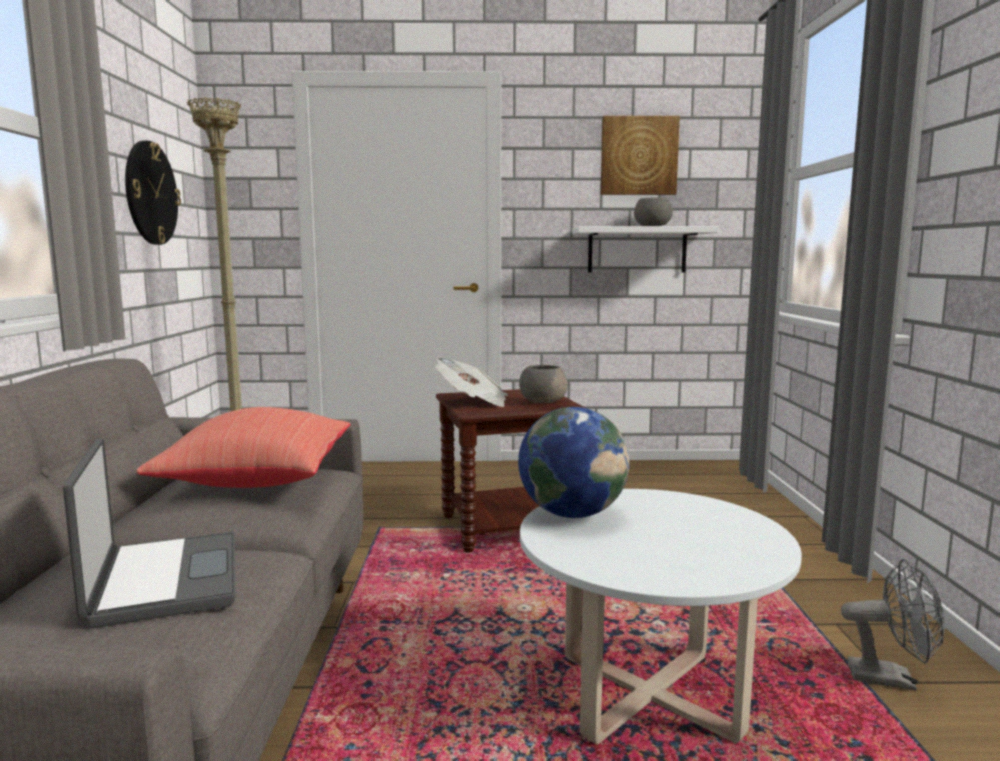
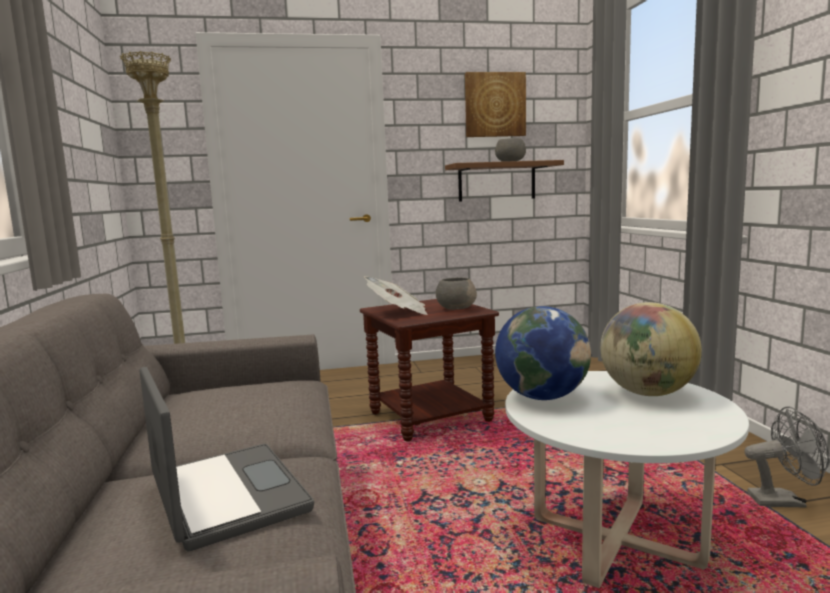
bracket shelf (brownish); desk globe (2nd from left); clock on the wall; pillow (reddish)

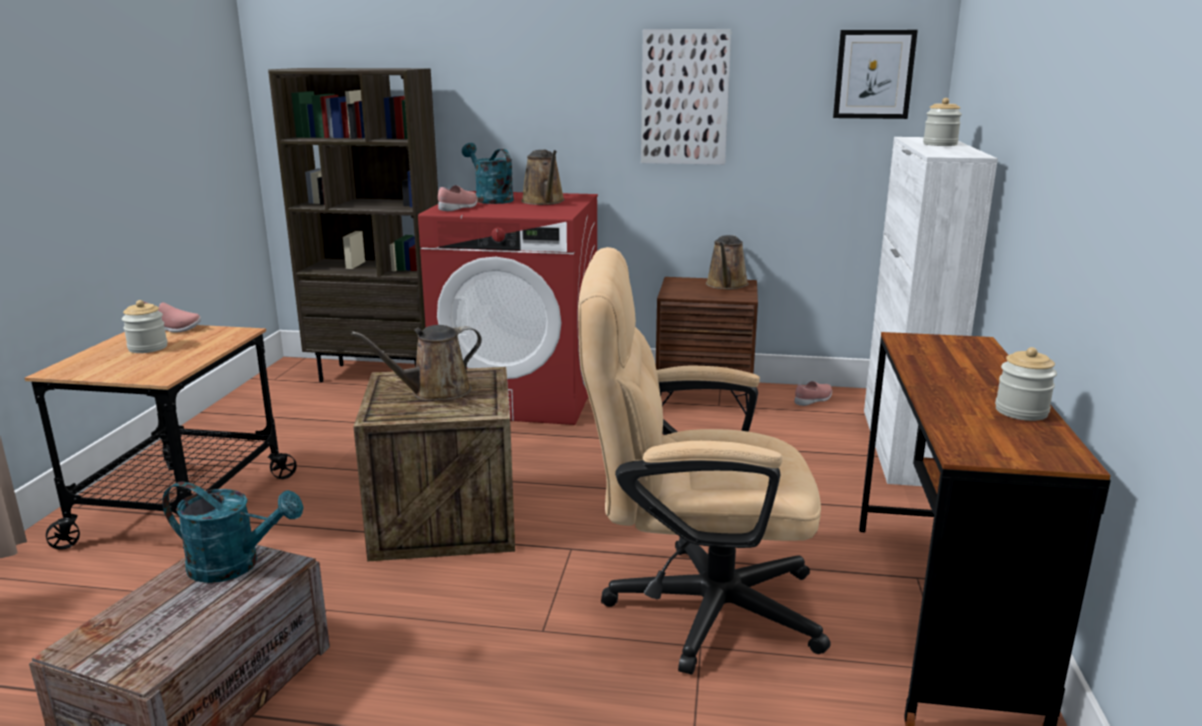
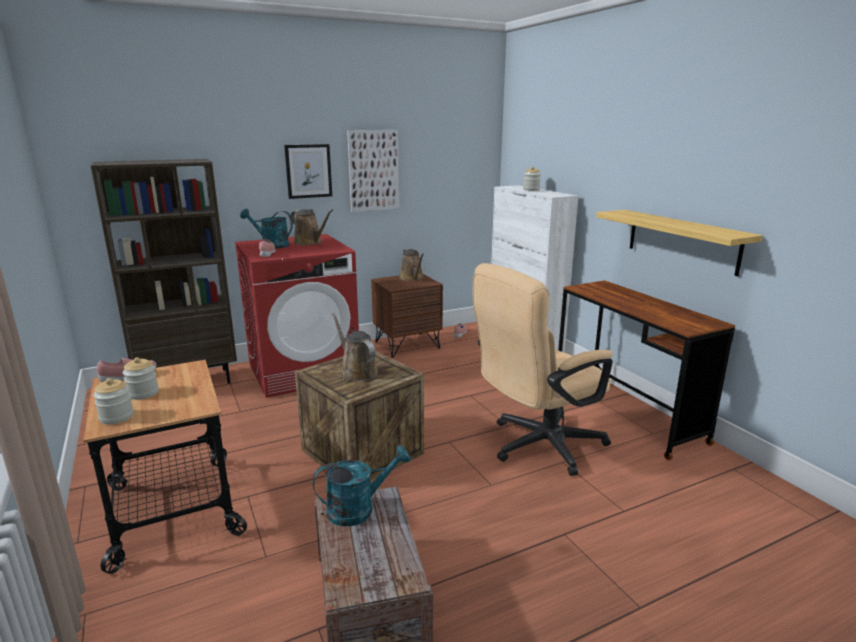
preserve jar (1st from left); wall art (1st from left); sprinkling can (brownish) (2nd from left); bracket shelf

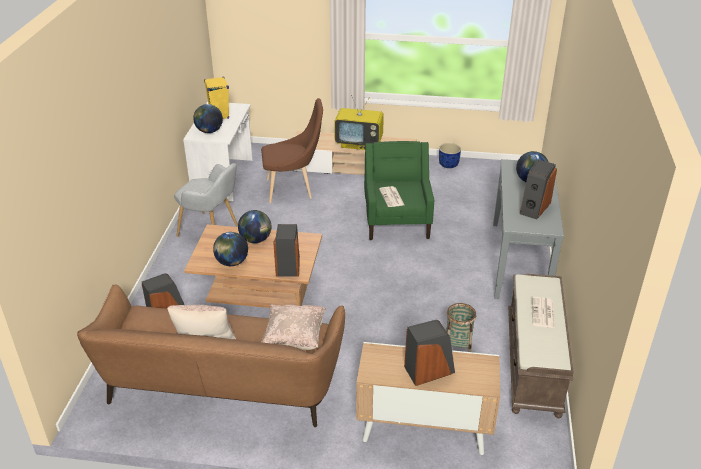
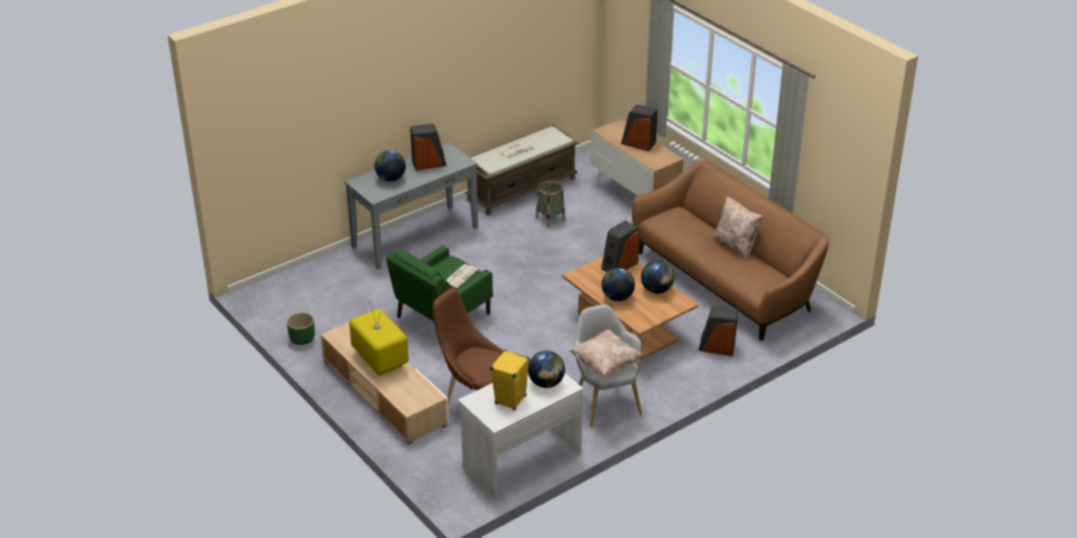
flower pot (green); pillow (beige-coloured) (1st from left)

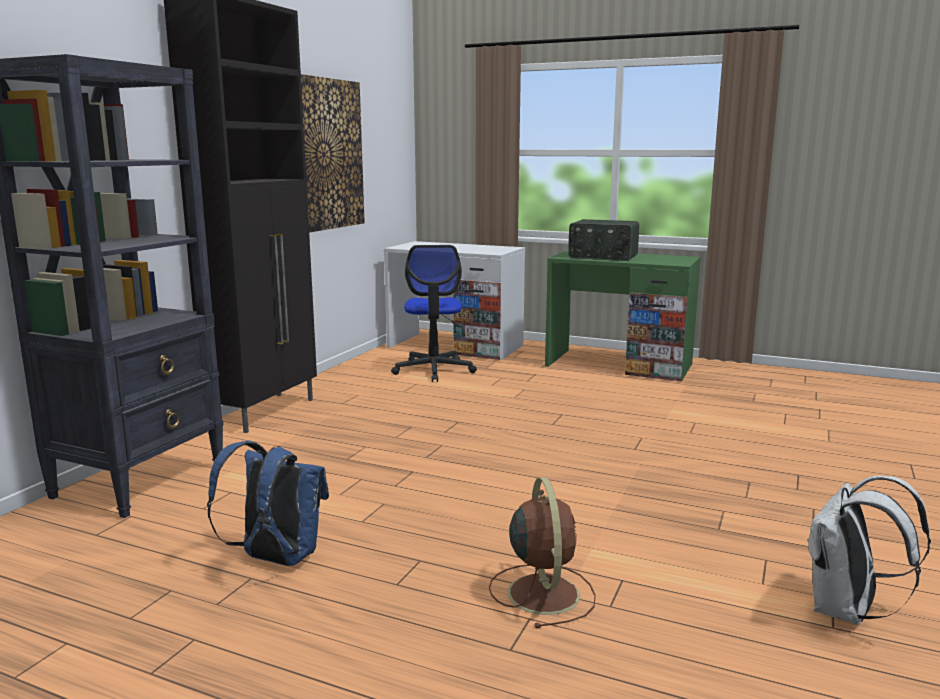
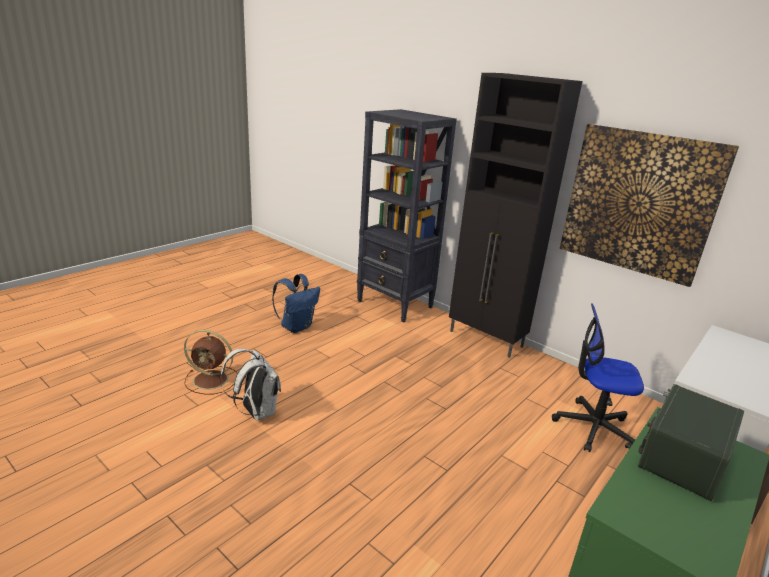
knapsack (white-coloured)

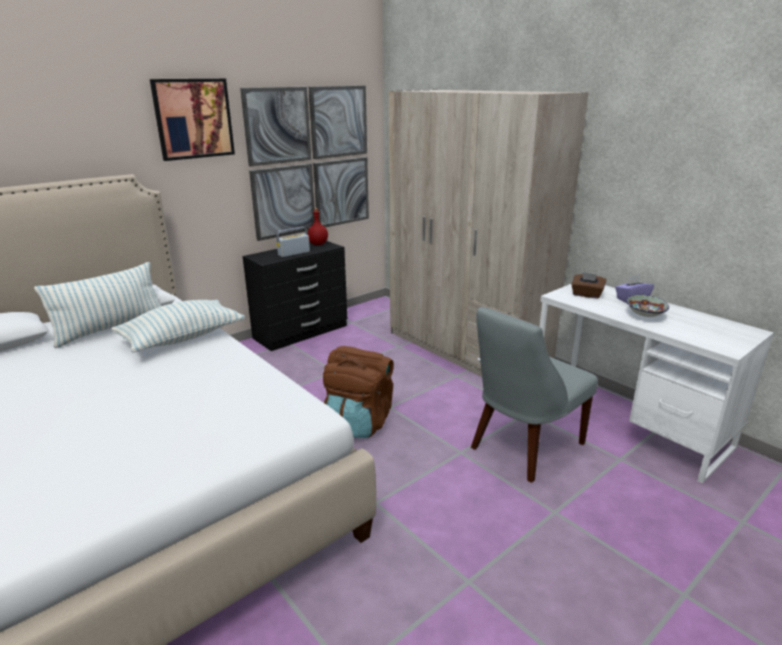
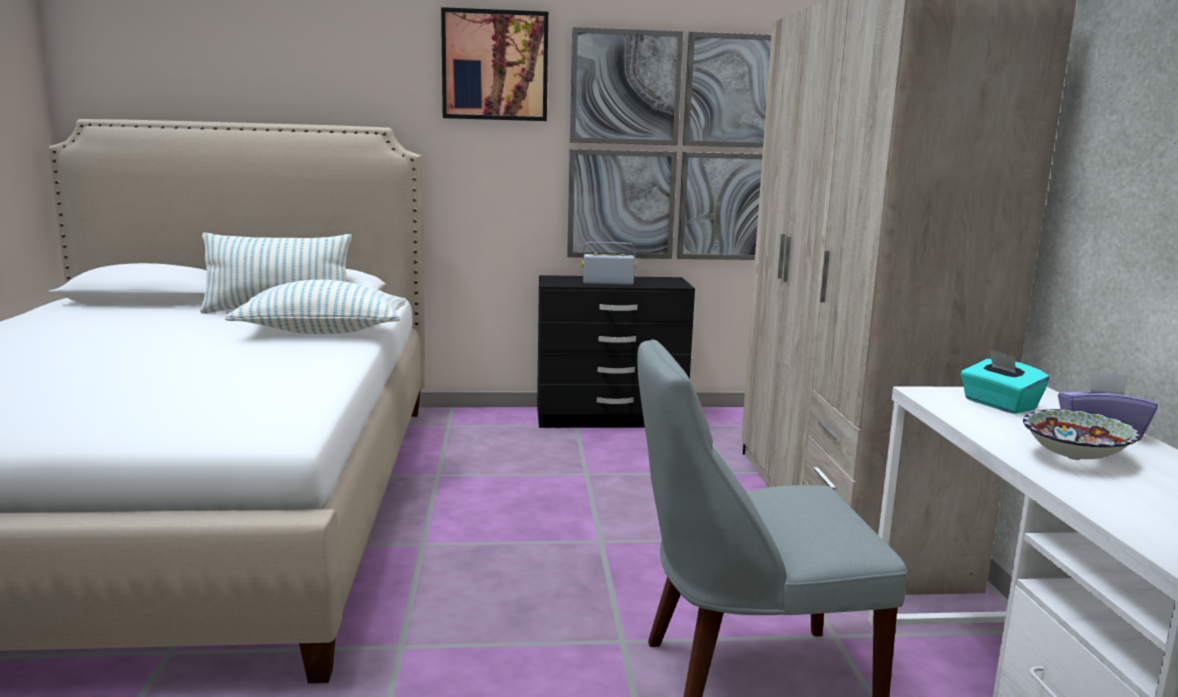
tissue holder (turquoise-coloured); drink bottle (reddish); knapsack (brownish)

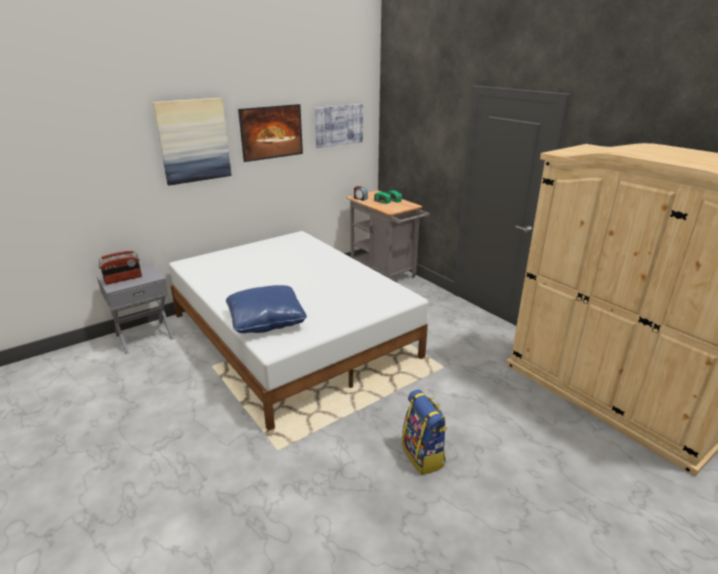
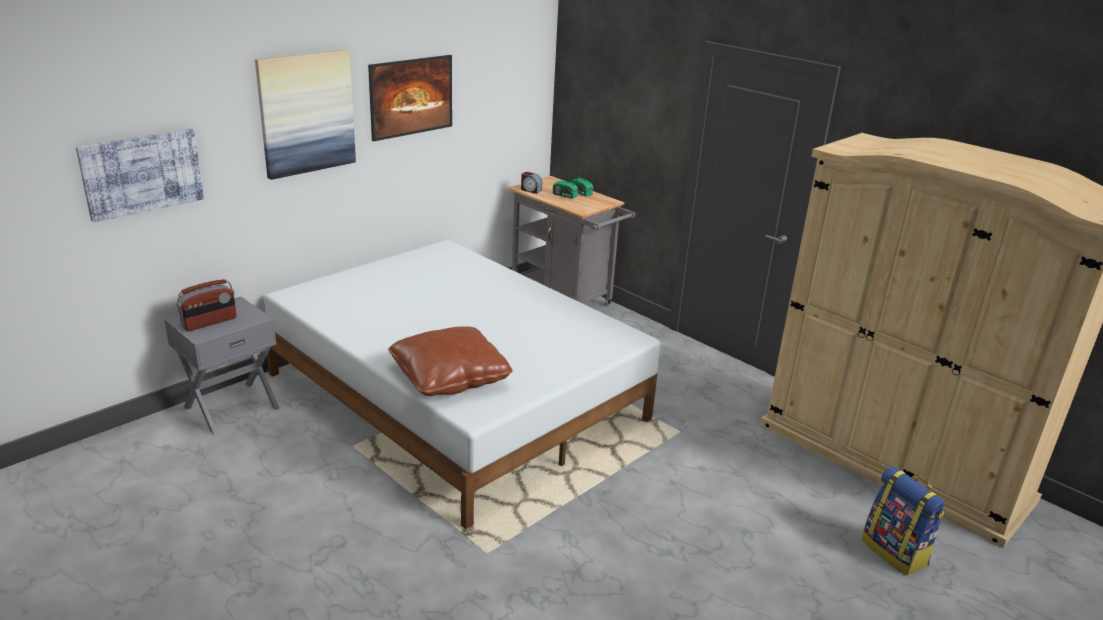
wall art (1st from left); pillow (brownish); knapsack

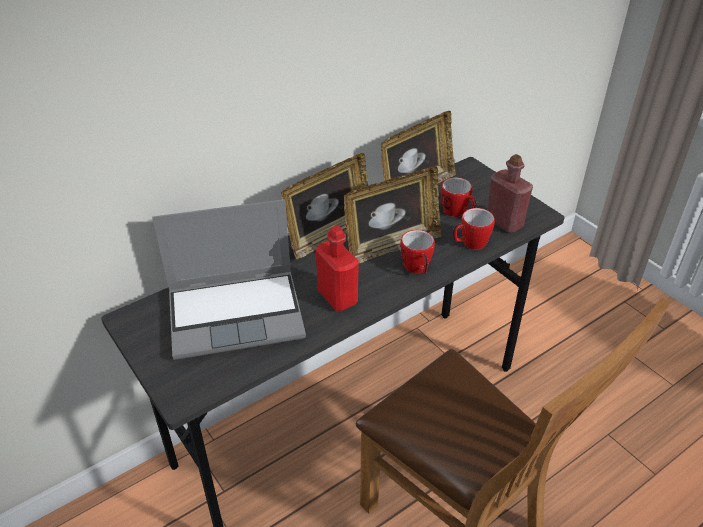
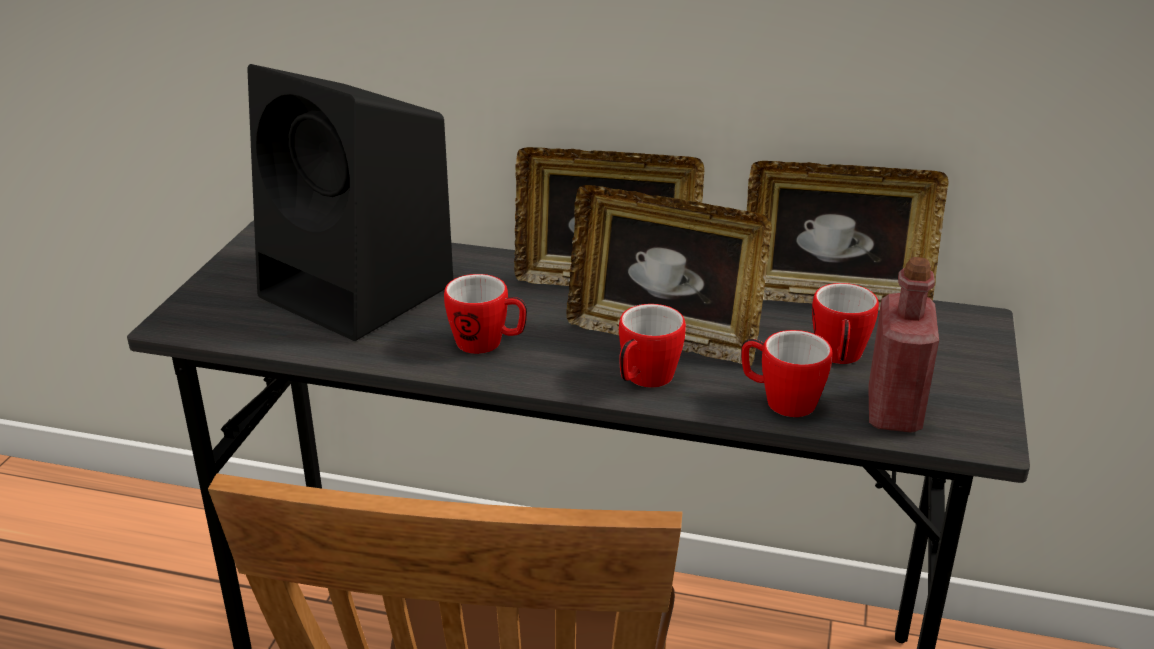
loudspeaker (black-coloured); mug (1st from left)

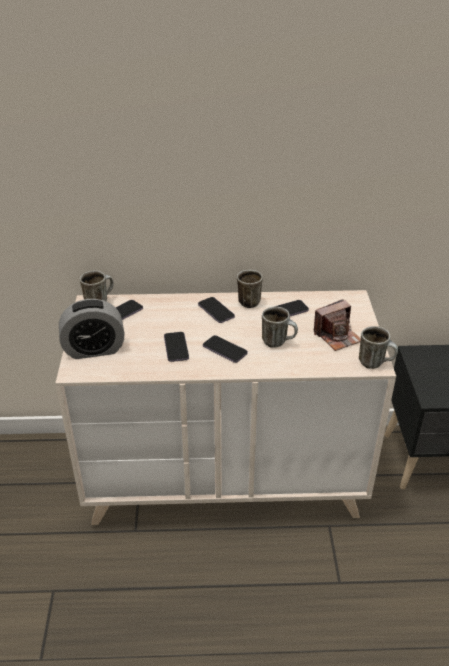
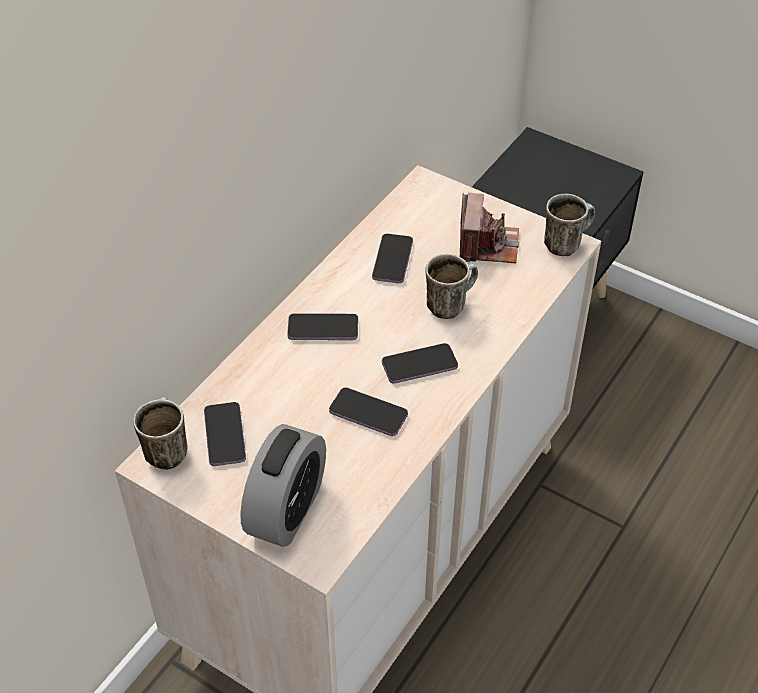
mug (2nd from left in the first image)

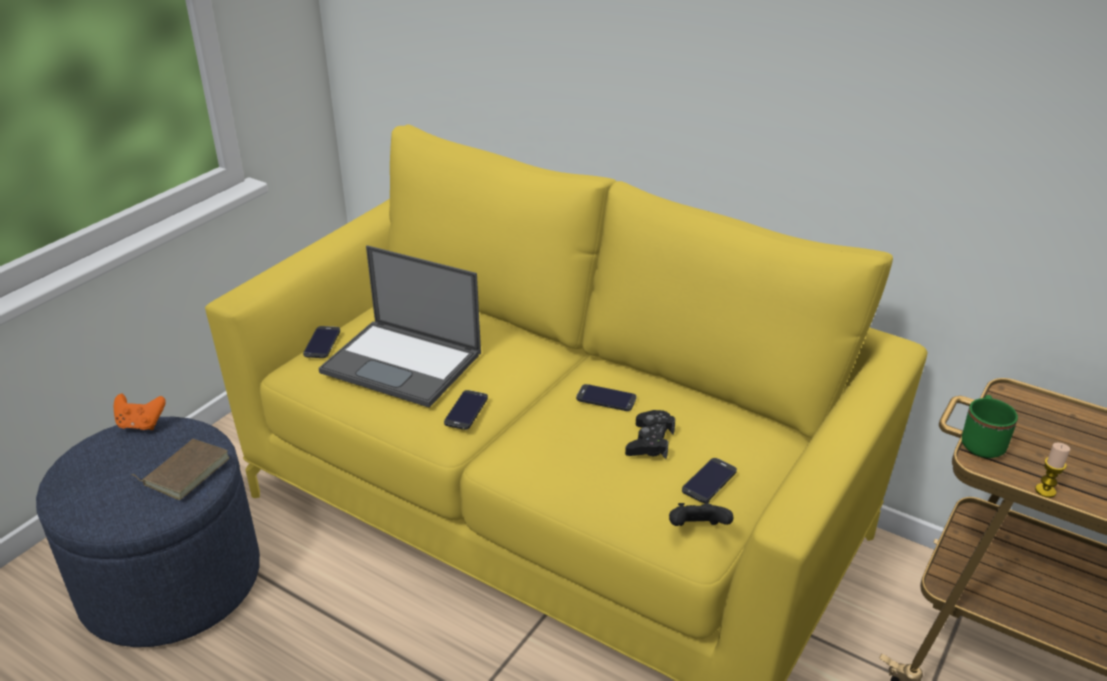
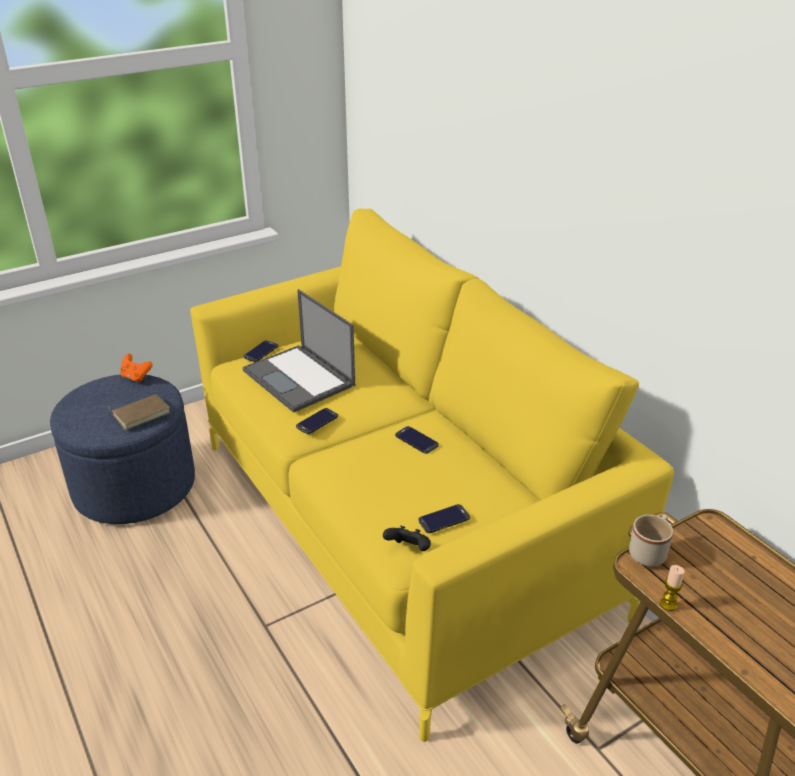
mug (beige-coloured); joypad (black-coloured) (1st from left in the first image)

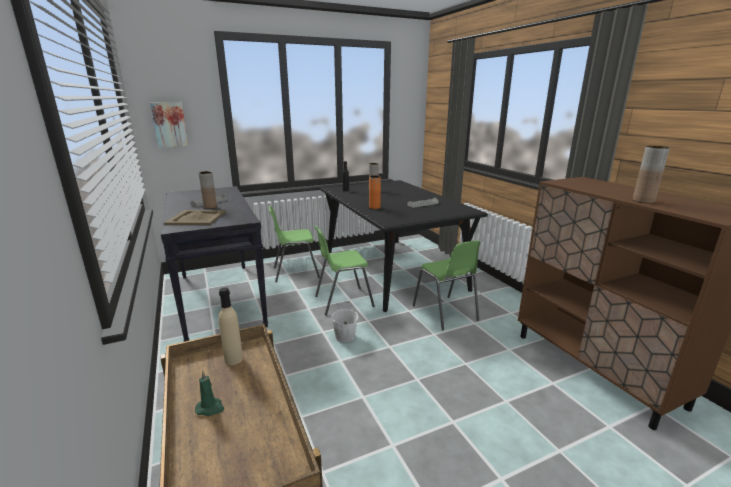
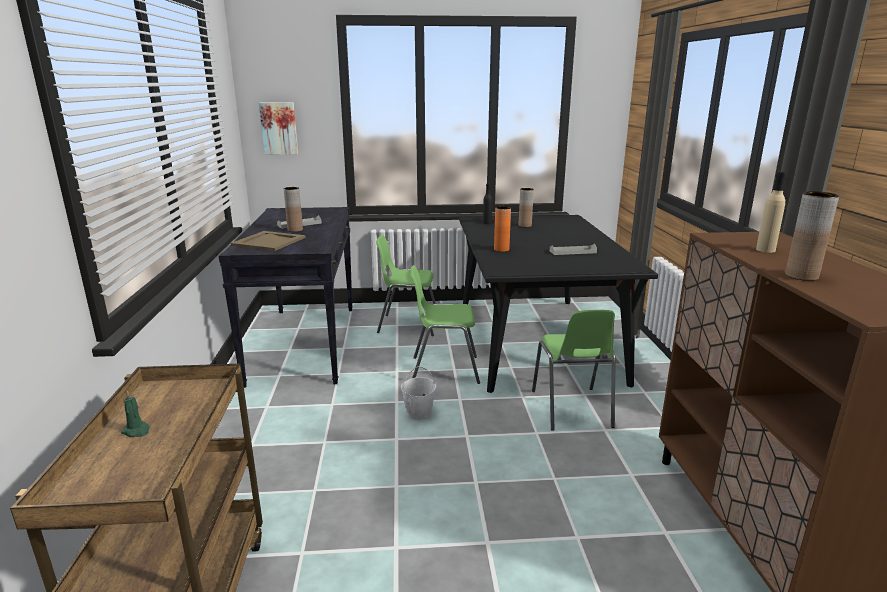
drink bottle (beige-coloured)

